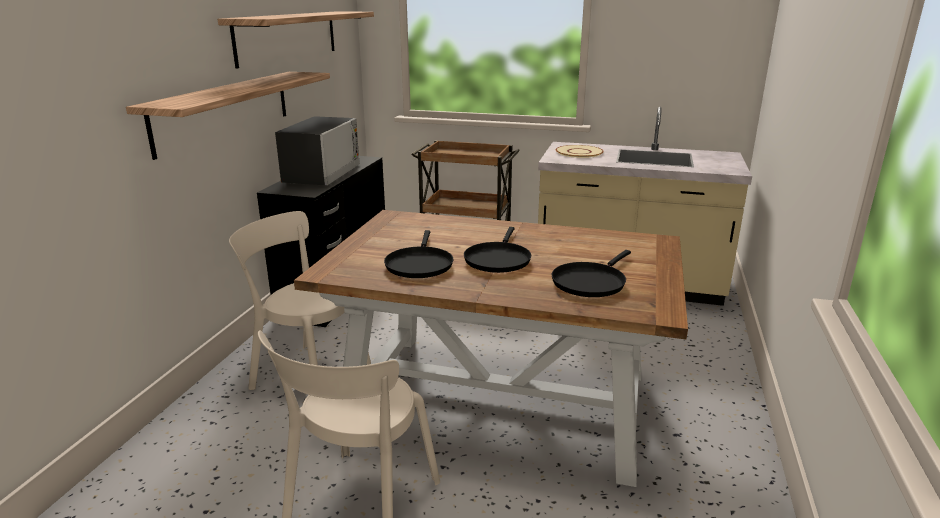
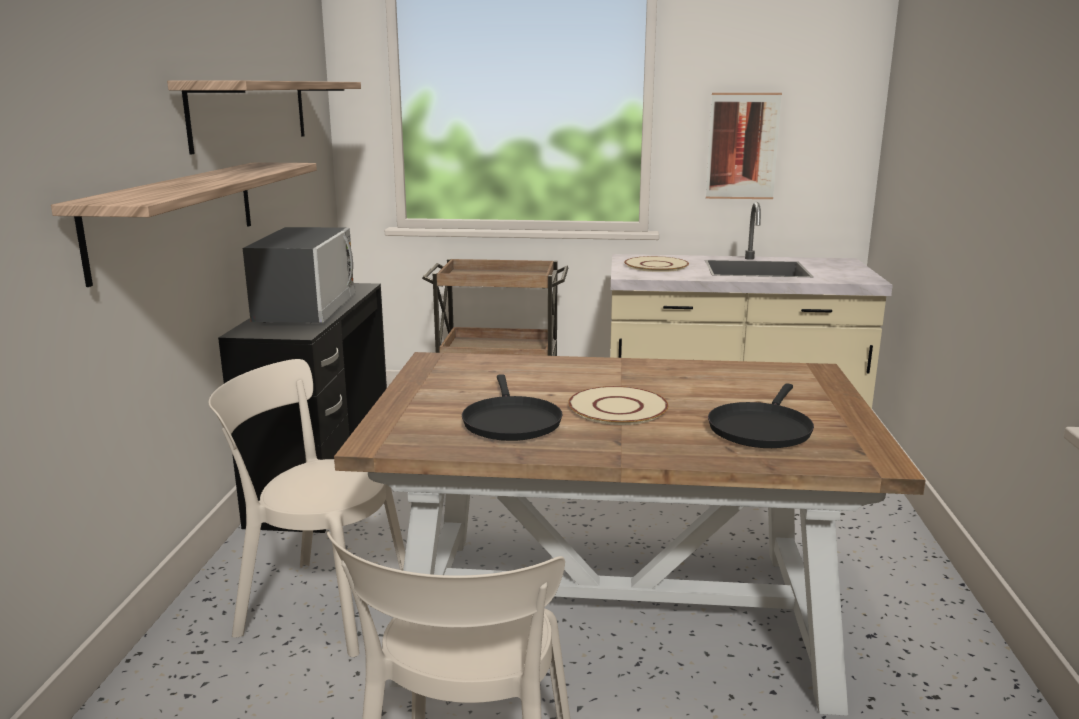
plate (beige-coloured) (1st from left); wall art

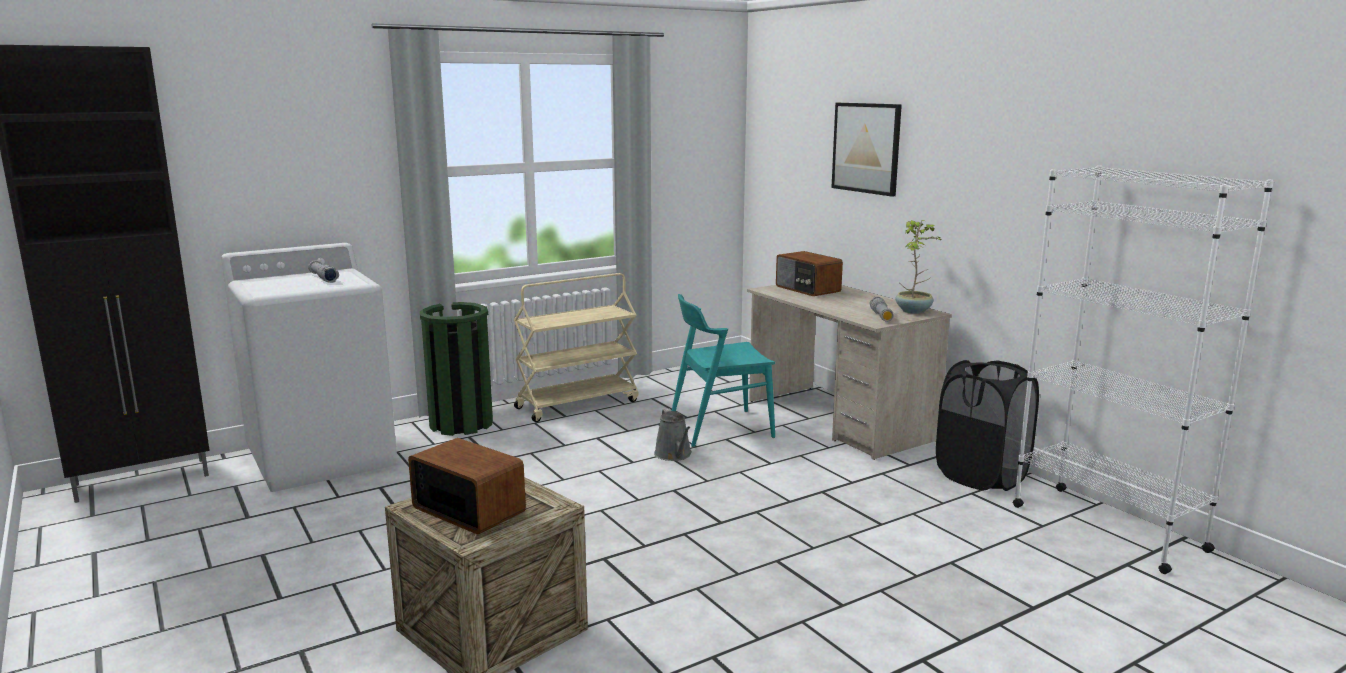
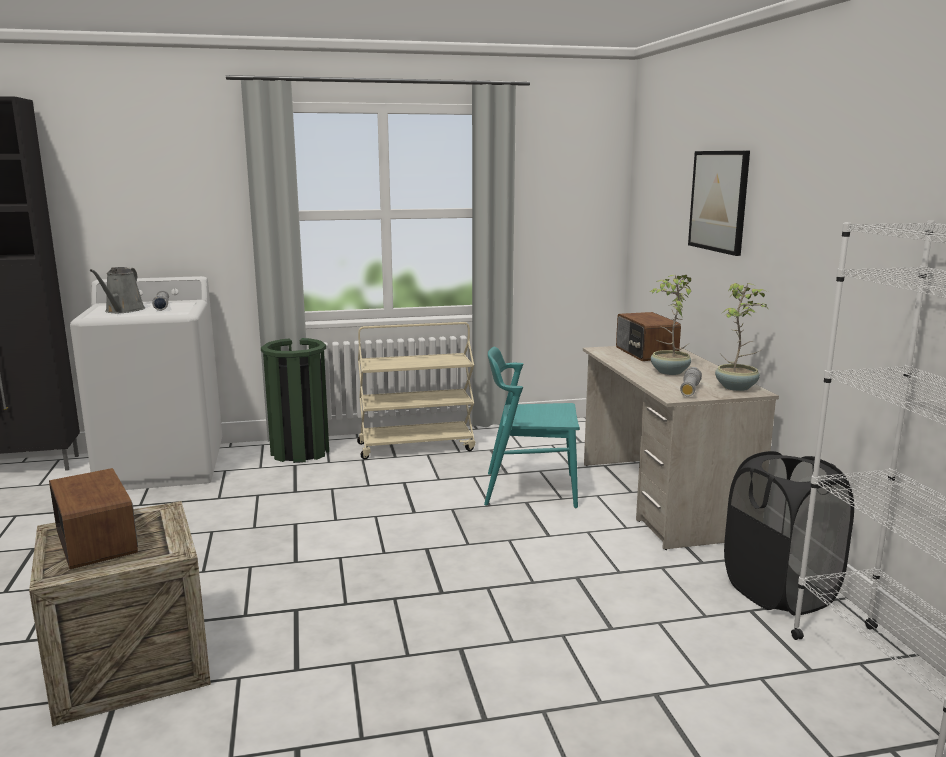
sprinkling can (grey); houseplant (1st from left)

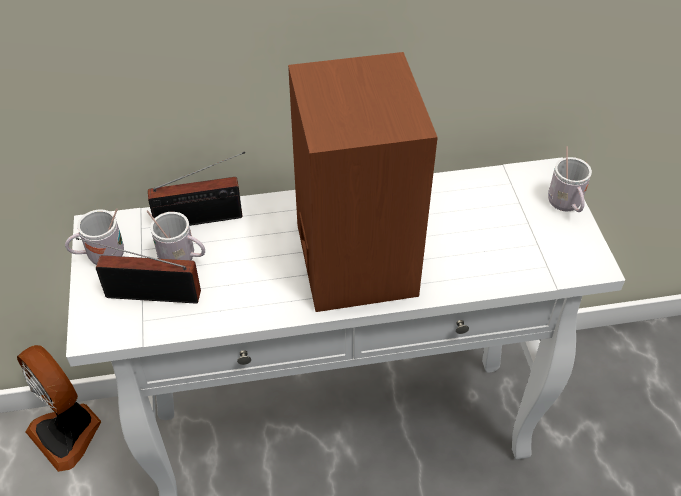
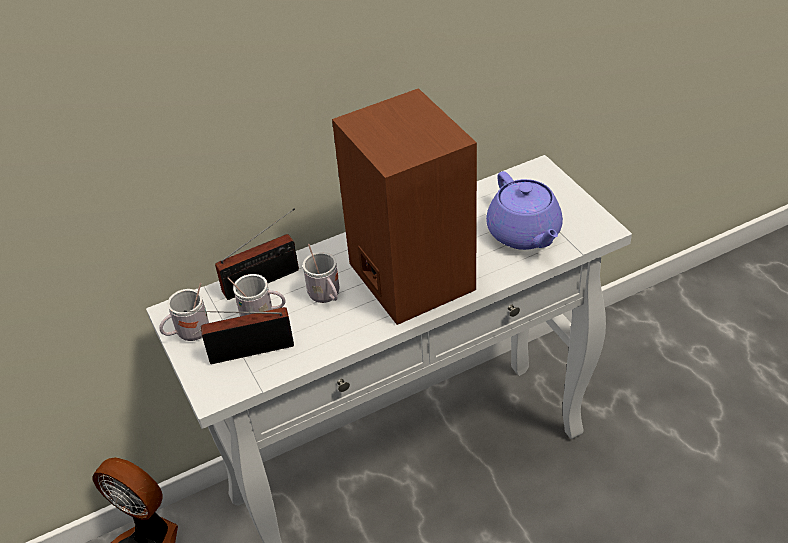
mug (white-coloured) (3rd from left); pot for tea (purplish)

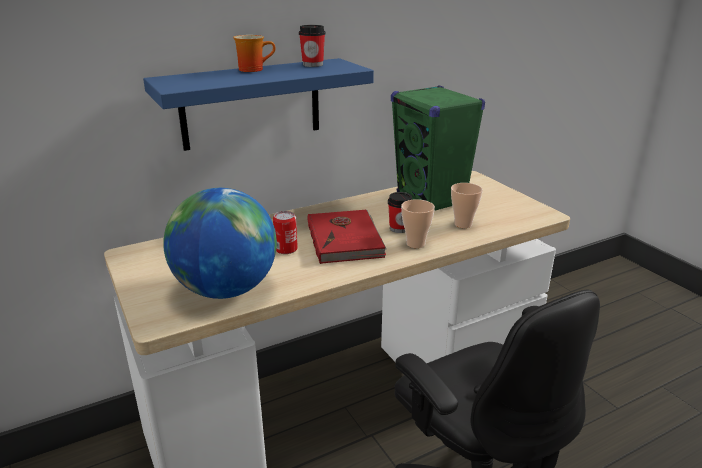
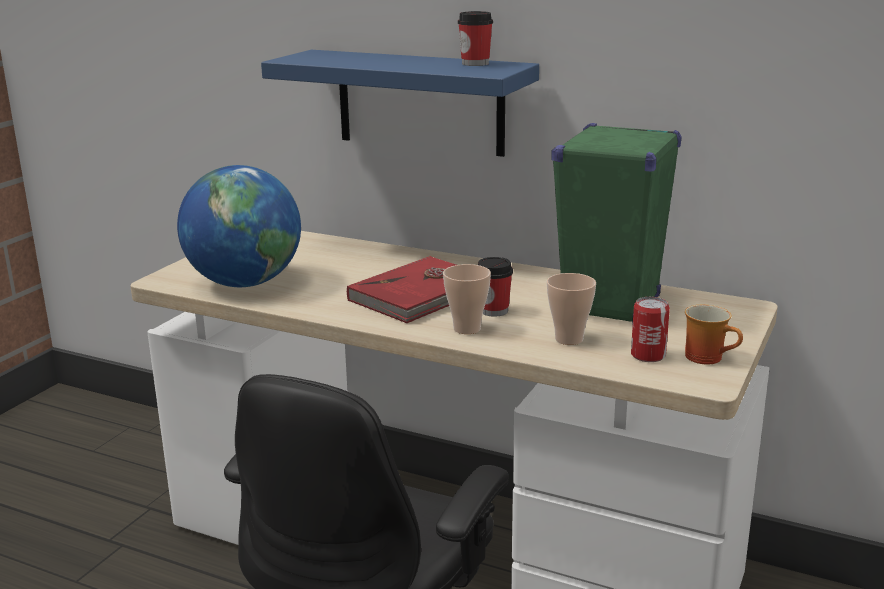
sealed can; mug

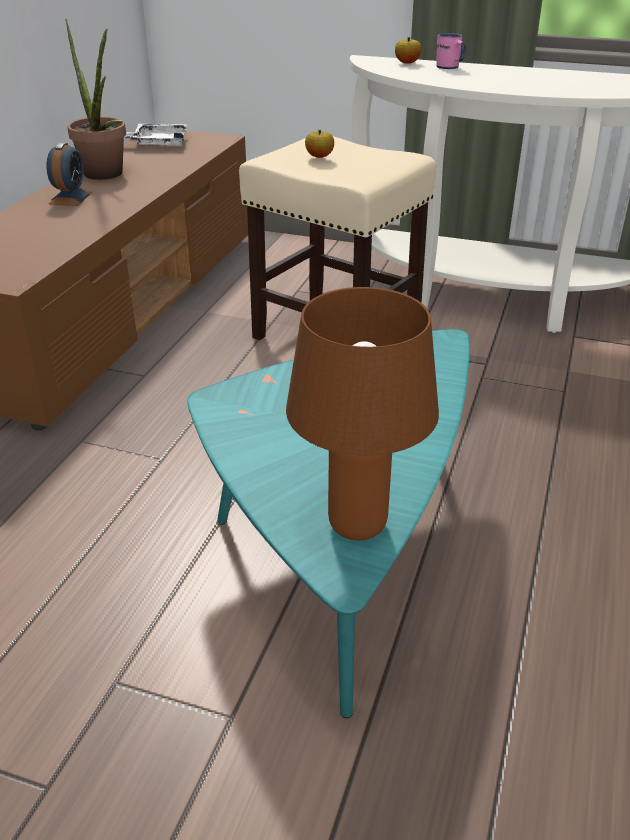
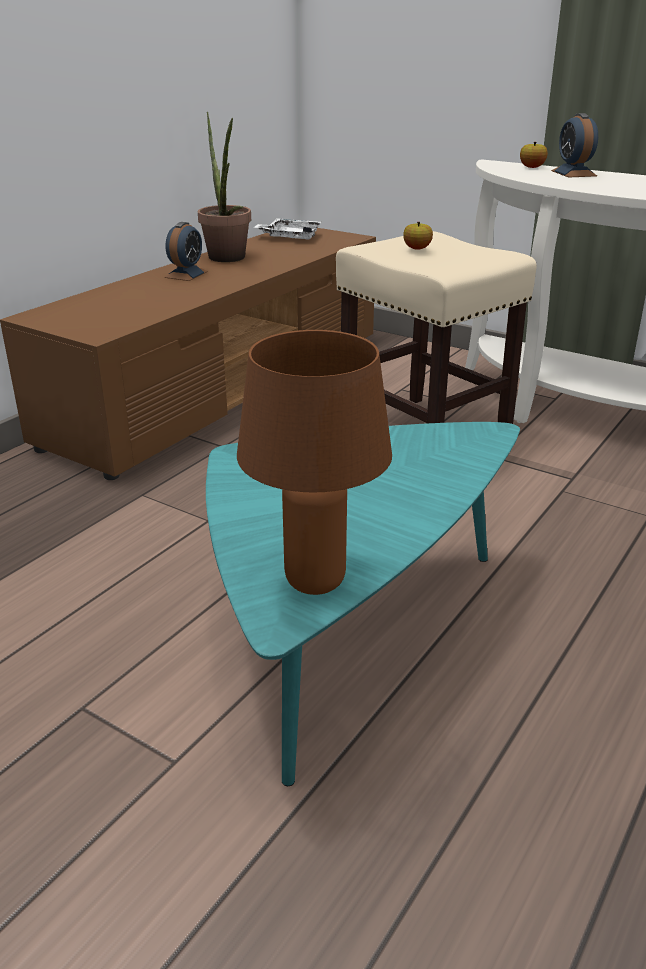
alarm clock (2nd from left)

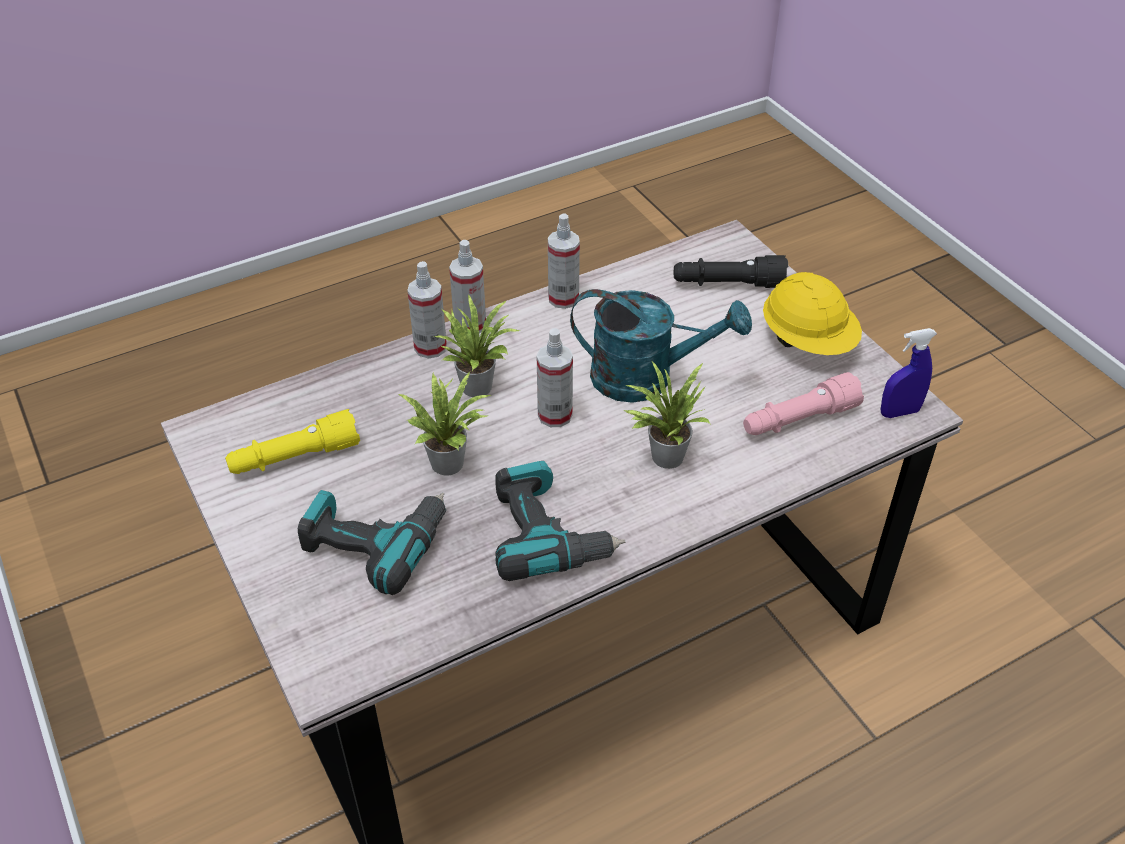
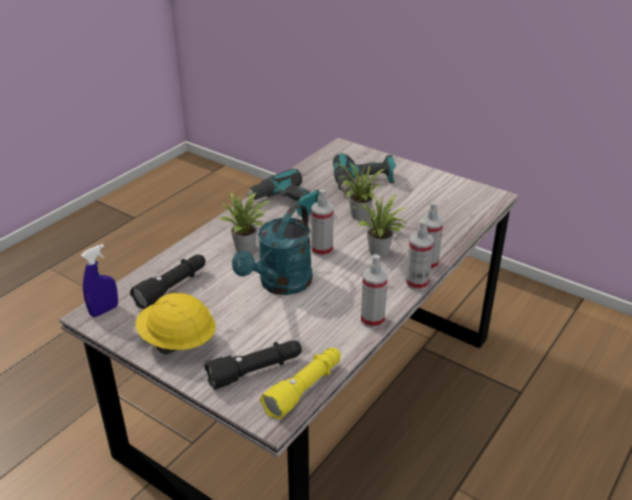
flashlight (black-coloured) (1st from left); sprinkling can (turquoise-coloured); flashlight (yellowish)

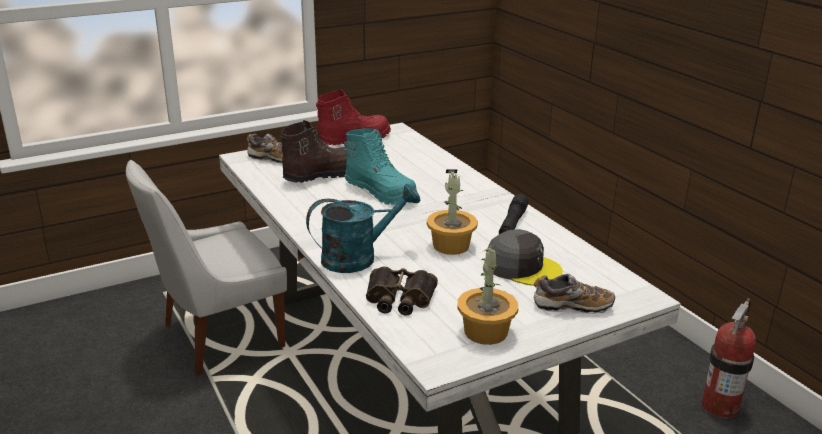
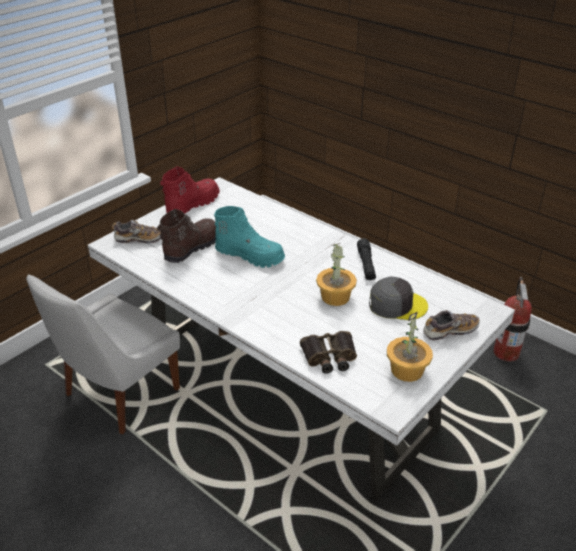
sprinkling can (turquoise-coloured)

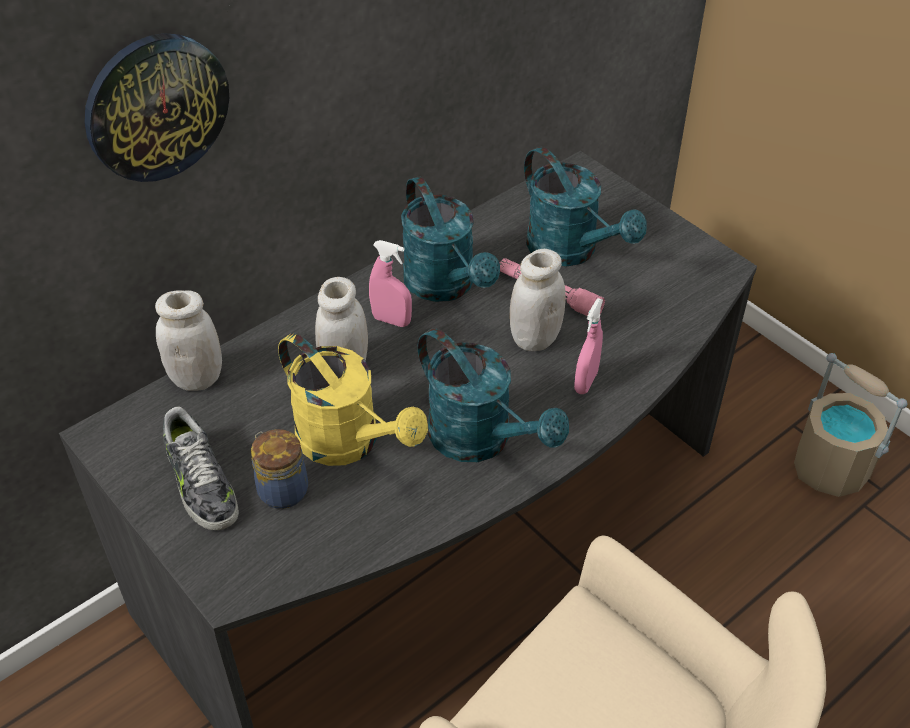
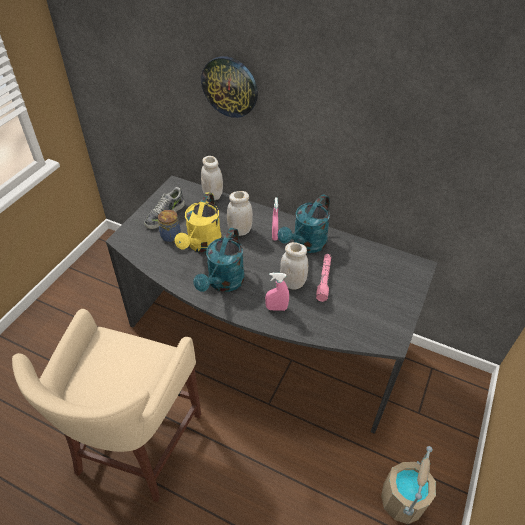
sprinkling can (turquoise-coloured) (3rd from left in the first image)

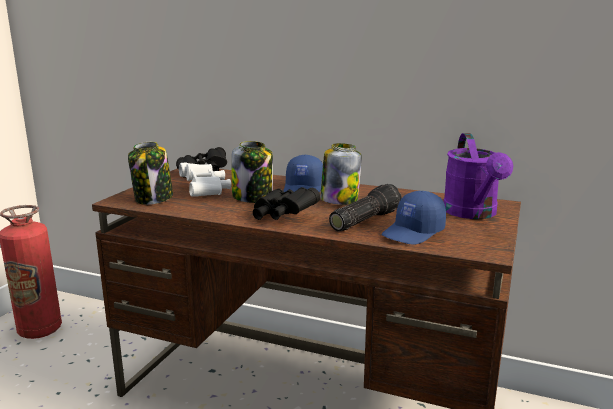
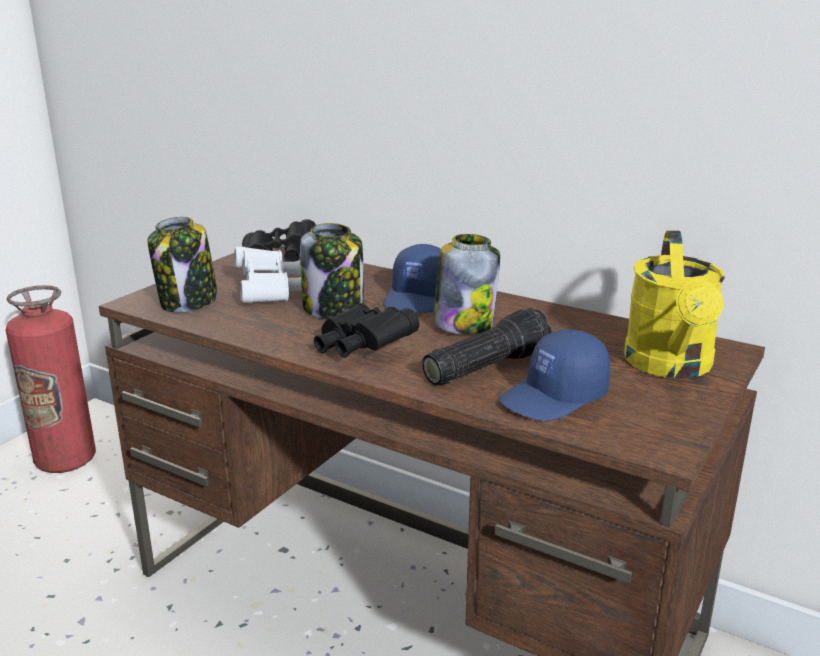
sprinkling can (yellowish)

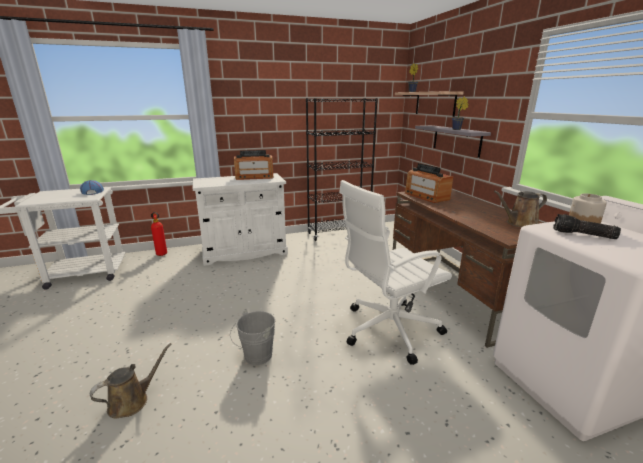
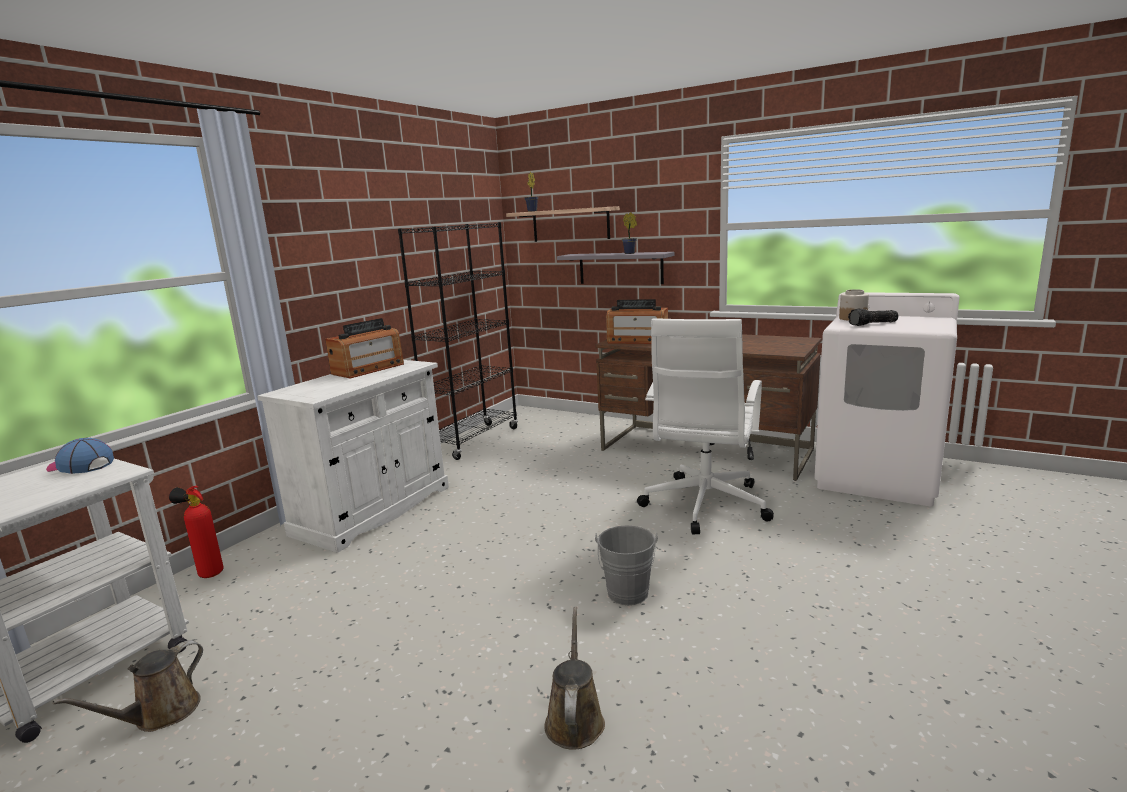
sprinkling can (brownish) (1st from left)

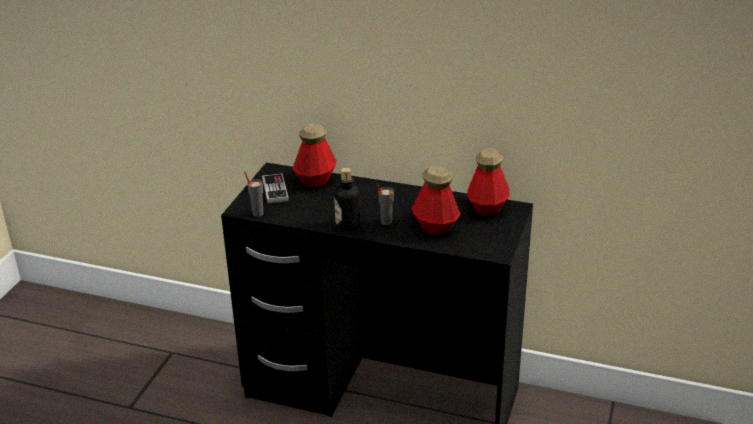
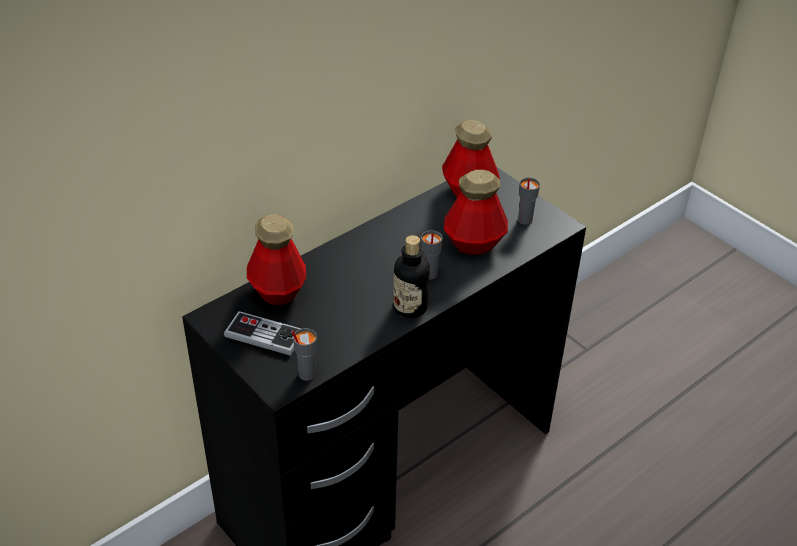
drinking cup (grey) (3rd from left)

